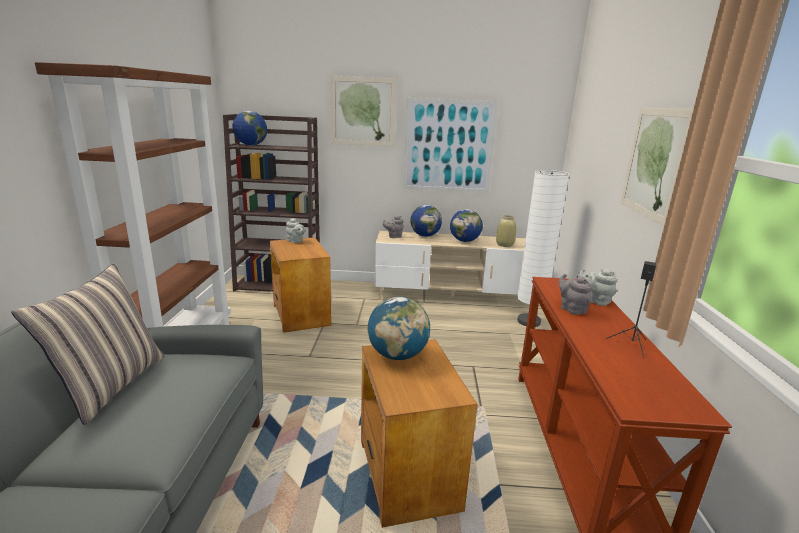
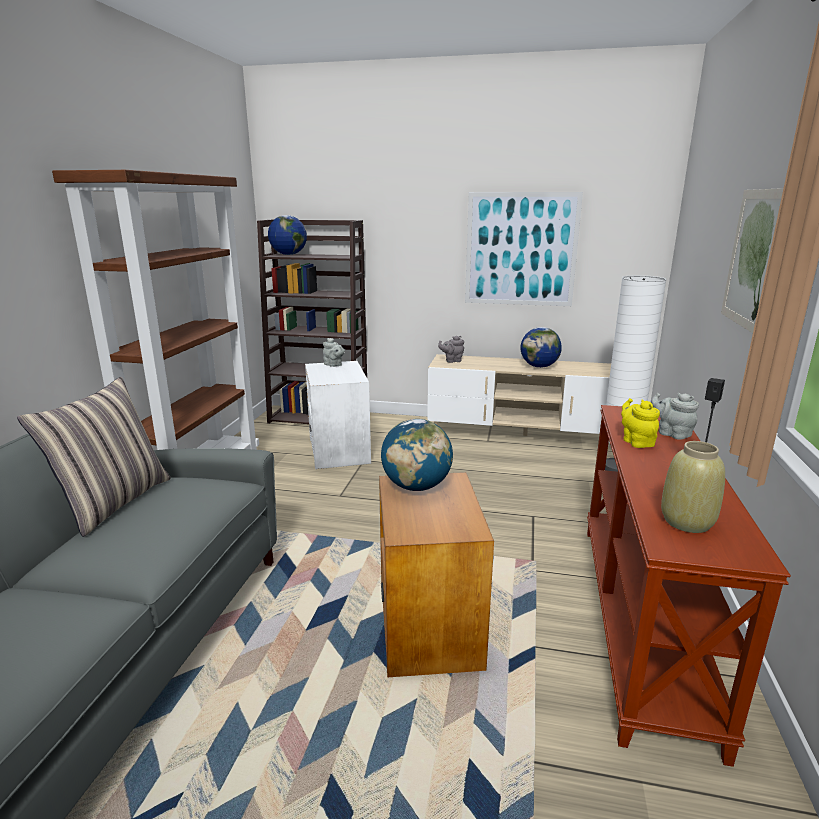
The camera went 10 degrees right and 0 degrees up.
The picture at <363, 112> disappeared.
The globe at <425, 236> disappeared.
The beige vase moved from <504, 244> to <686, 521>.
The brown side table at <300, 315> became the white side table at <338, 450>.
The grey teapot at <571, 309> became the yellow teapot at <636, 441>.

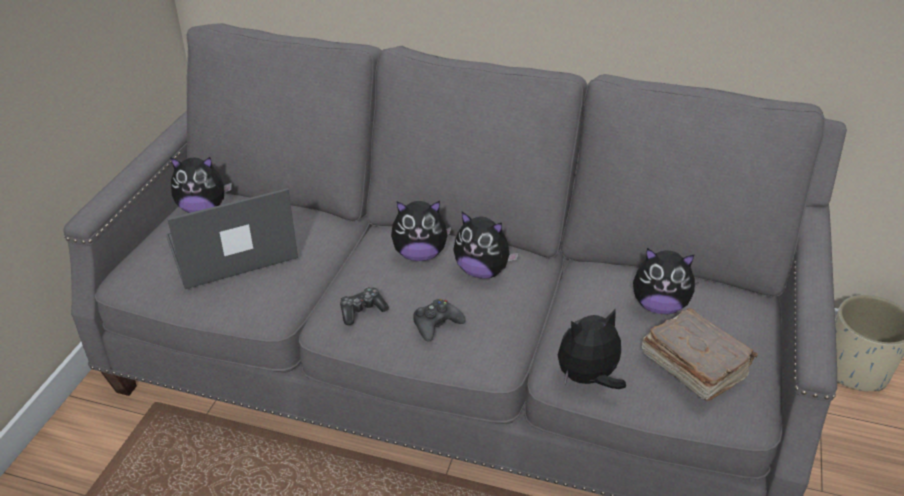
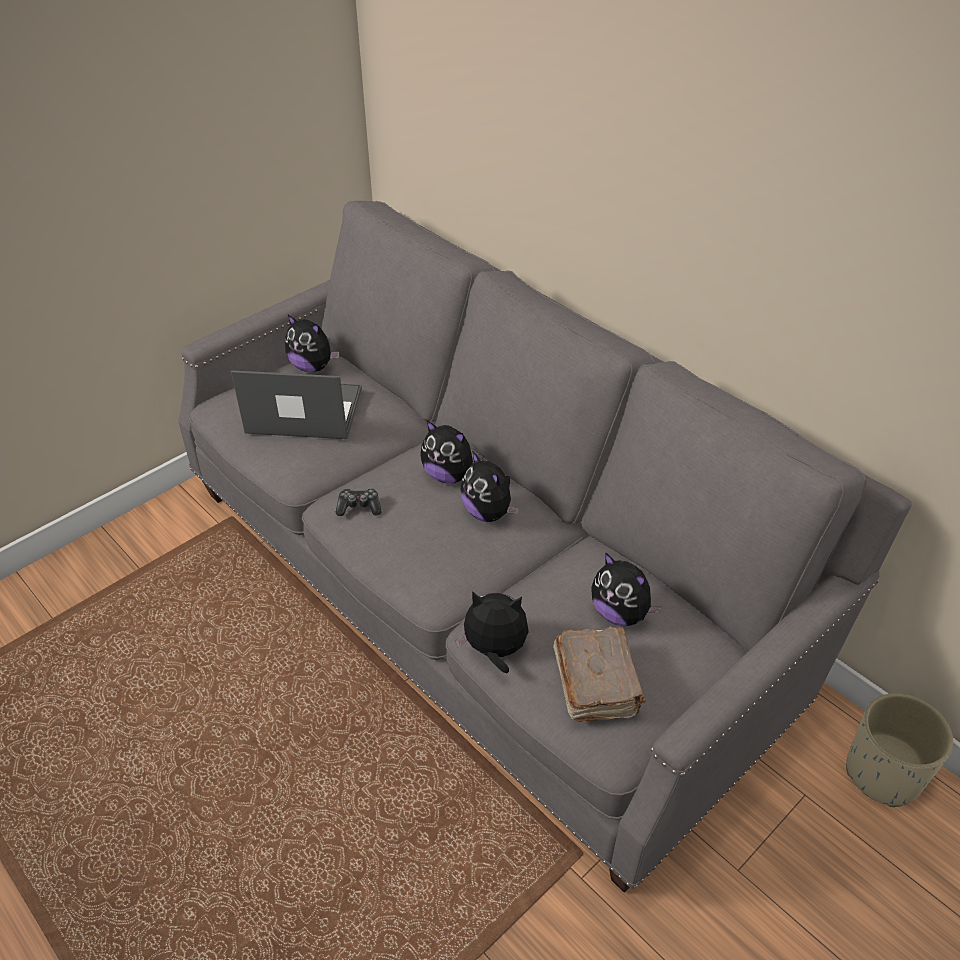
The camera went 30 degrees right and 5 degrees up.
The black game controller at <436, 324> disappeared.

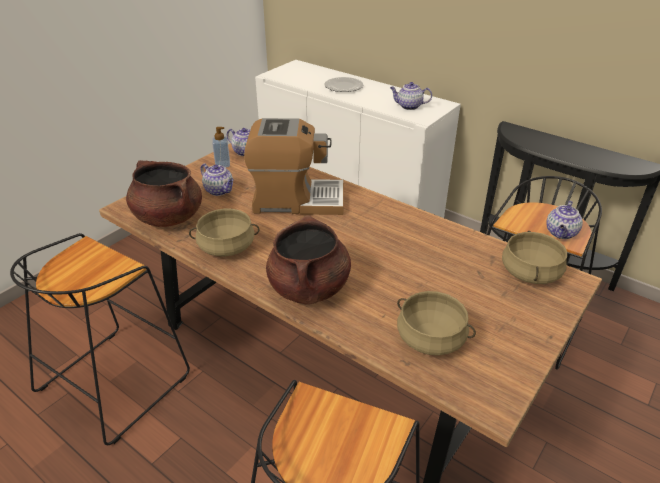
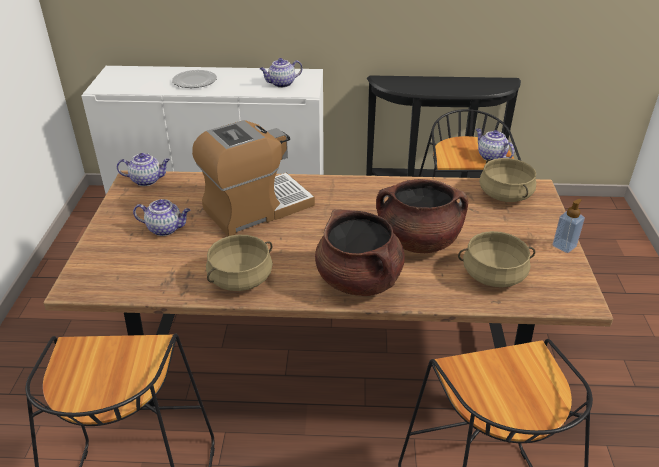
The camera went 35 degrees left and 0 degrees up.
The brown cooking pot moved from <168, 217> to <418, 241>.
The soap dispenser moved from <222, 164> to <564, 246>.
The teapot at <561, 233> turned 150 degrees clockwise.

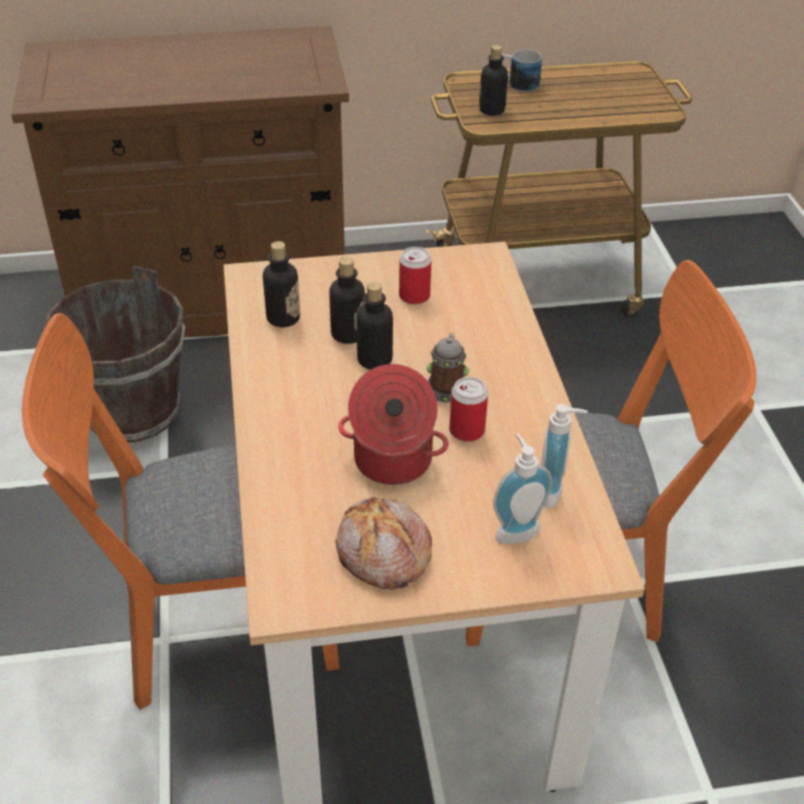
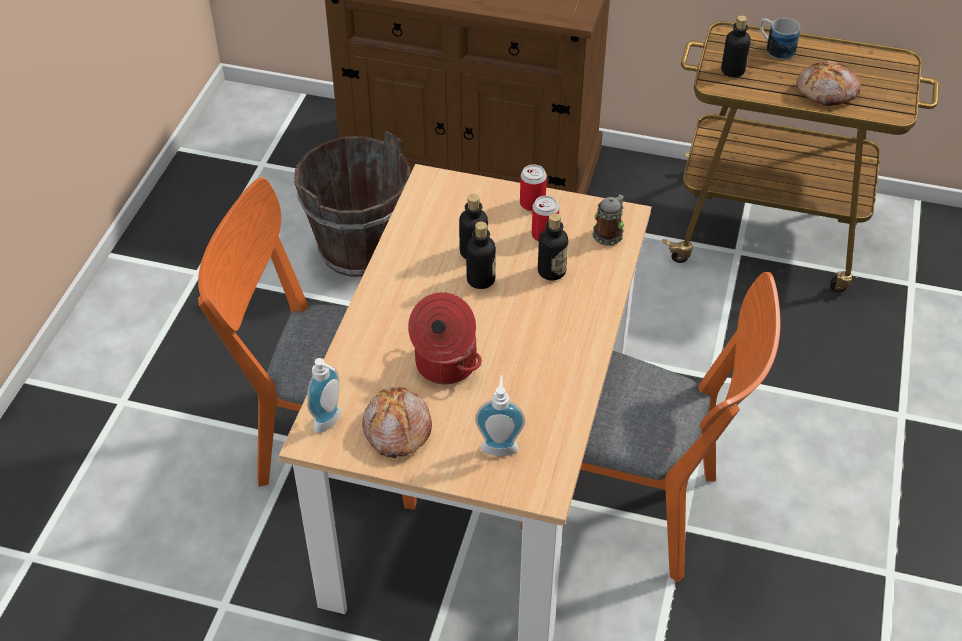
The camera went 25 degrees right and 5 degrees up.
The bread at <827, 92> appeared.
The bottle moved from <283, 318> to <551, 271>.
The mug moved from <447, 387> to <609, 233>.
The can moved from <467, 430> to <532, 203>.
The soap dispenser moved from <555, 492> to <330, 422>.

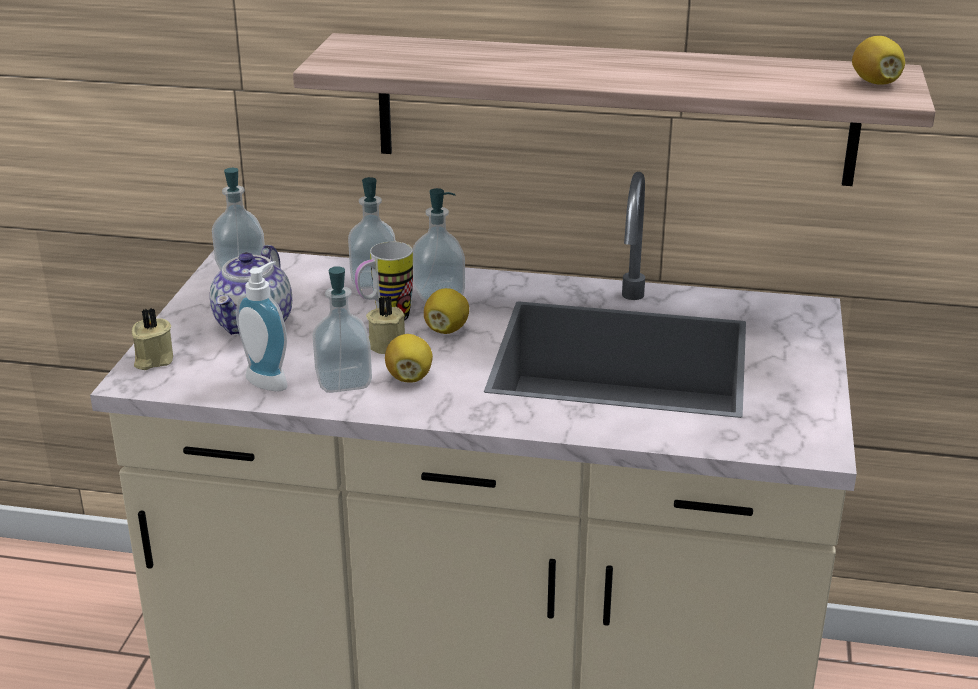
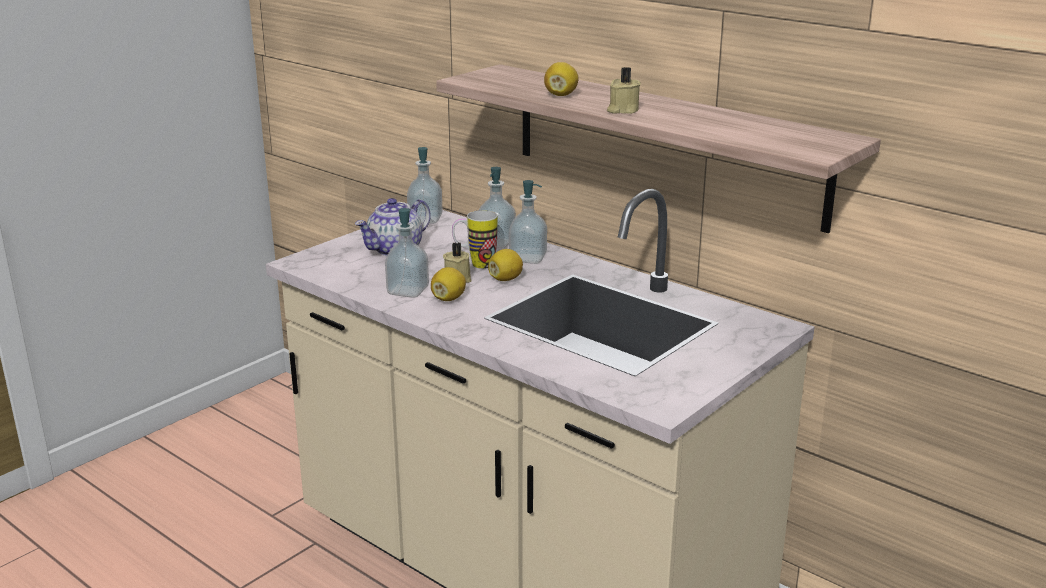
The camera went 30 degrees right and 5 degrees down.
The soap dispenser at <271, 379> disappeared.
The beige candle moved from <153, 360> to <622, 110>.
The lemon moved from <875, 82> to <561, 95>.

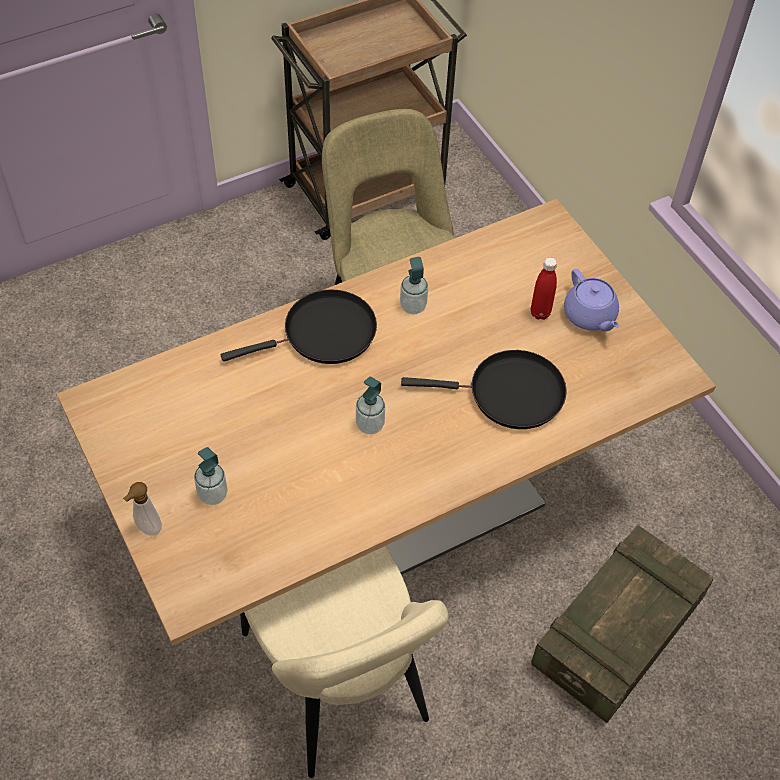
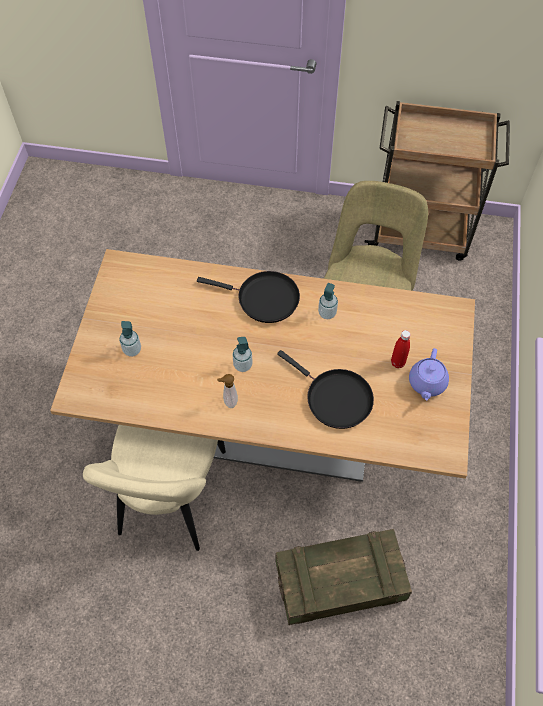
The camera went 40 degrees right and 5 degrees up.
The soap dispenser moved from <147, 528> to <229, 401>.

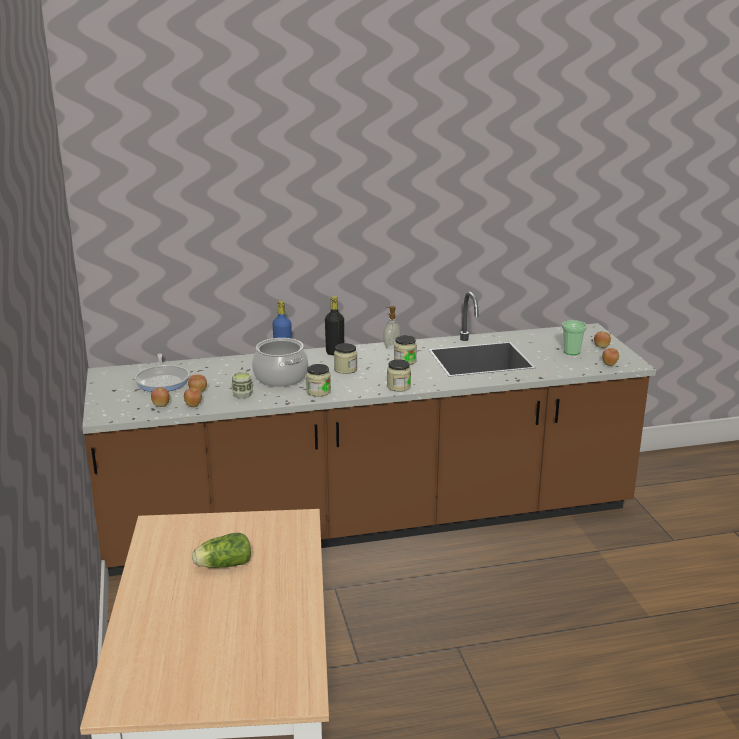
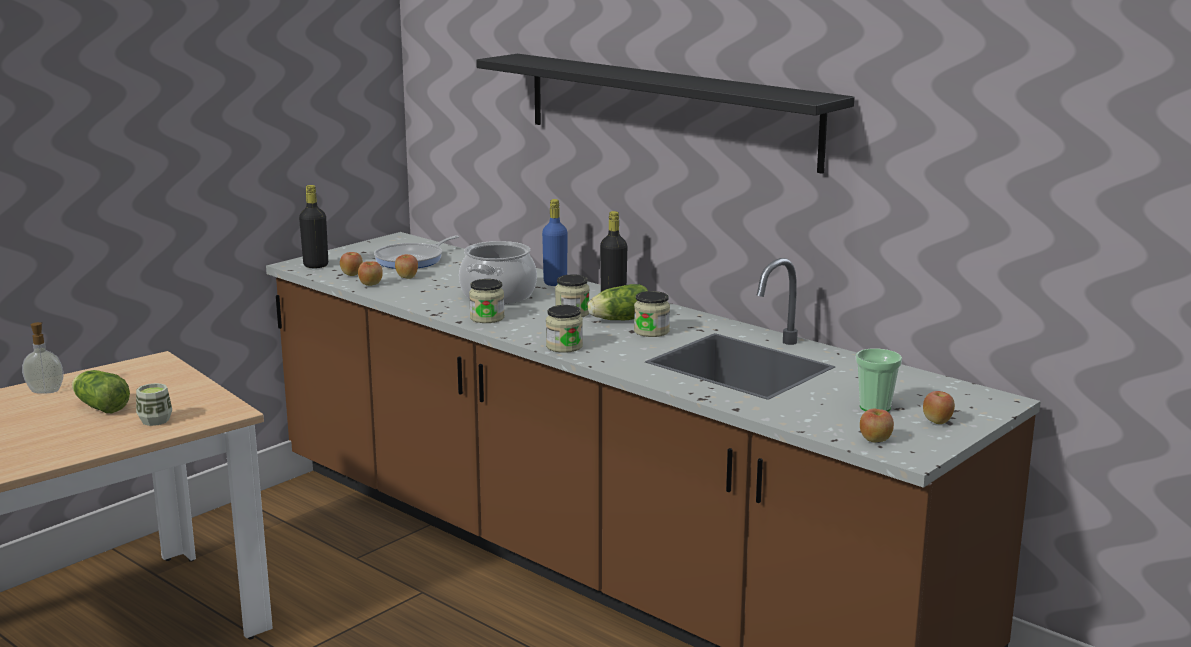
The camera went 55 degrees right and 5 degrees down.
The black bottle at <316, 265> appeared.
The black shelf at <668, 109> appeared.
The lettuce at <618, 320> appeared.
The cup moved from <242, 395> to <155, 420>.
The soap dispenser moved from <391, 346> to <46, 391>.

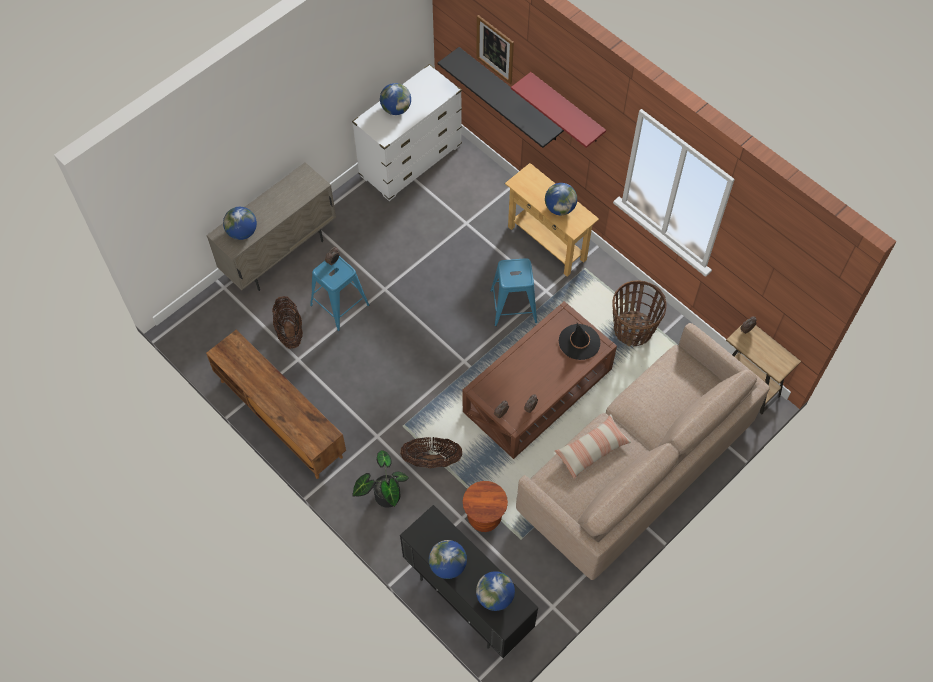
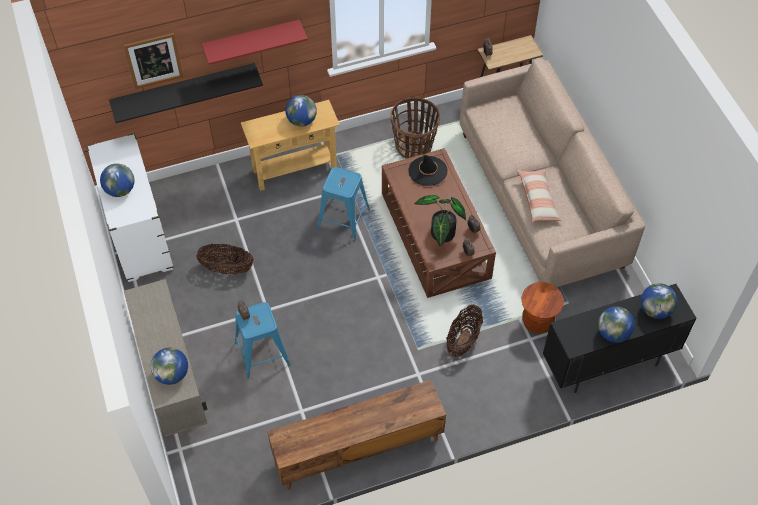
The camera went 65 degrees left and 5 degrees down.
The basket moved from <289, 331> to <227, 268>.
The potted plant moved from <384, 495> to <441, 235>.

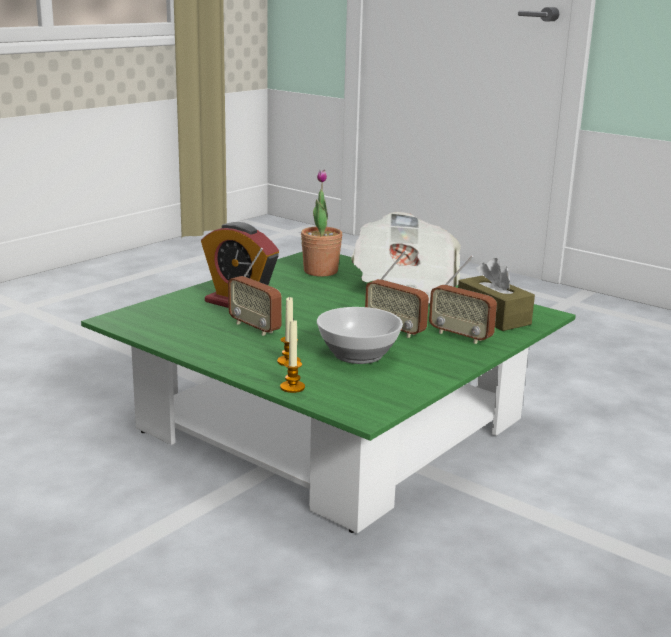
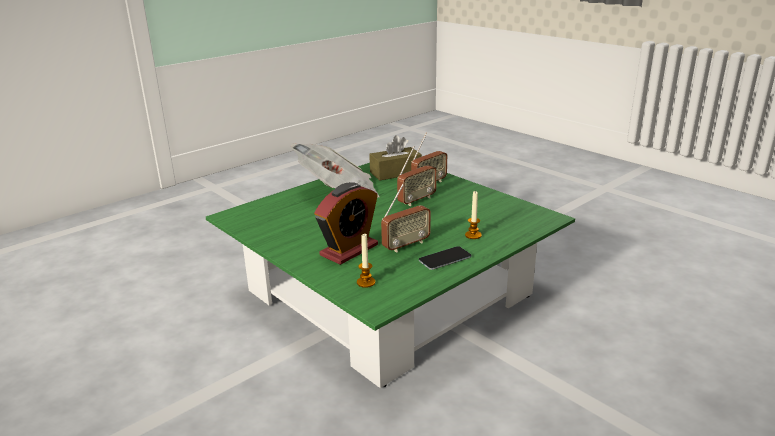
The camera went 80 degrees left and 5 degrees up.
The potted plant at <320, 271> disappeared.
The bowl at <356, 355> disappeared.
The phone at <445, 258> appeared.
The candle moved from <292, 387> to <366, 282>.

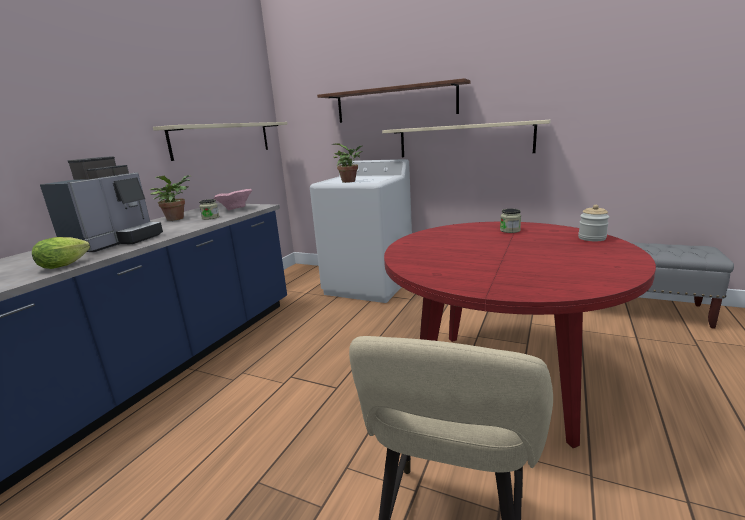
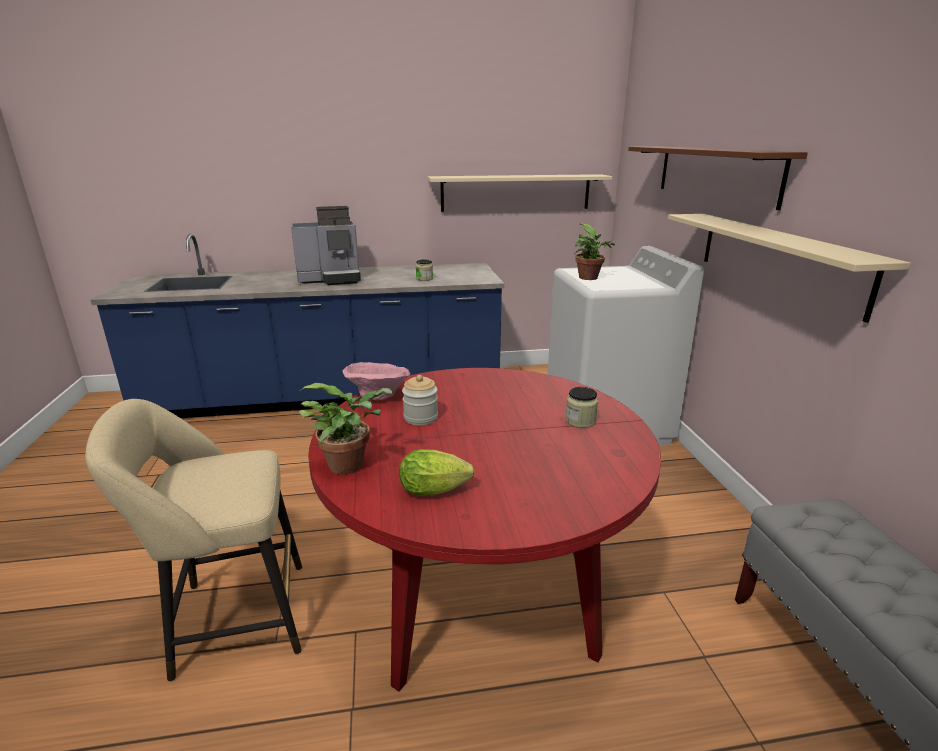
The camera went 55 degrees right and 5 degrees up.
The lettuce moved from <67, 264> to <437, 490>.
The potted plant moved from <177, 218> to <351, 464>.
The pink bowl moved from <235, 209> to <378, 396>.
The jar moved from <592, 238> to <421, 418>.

